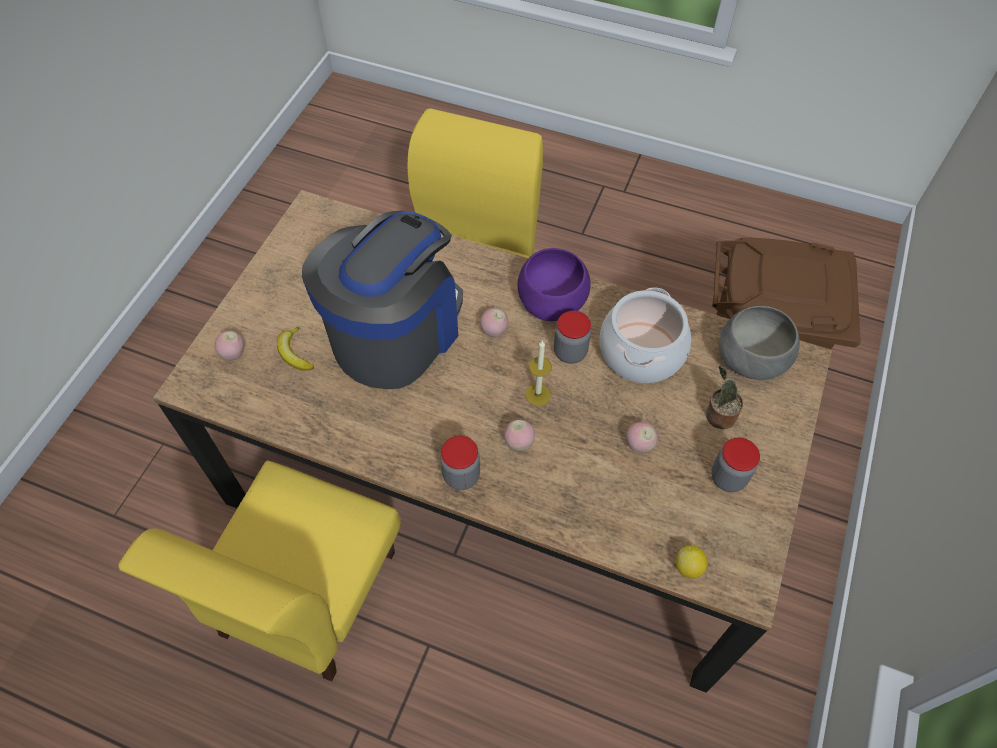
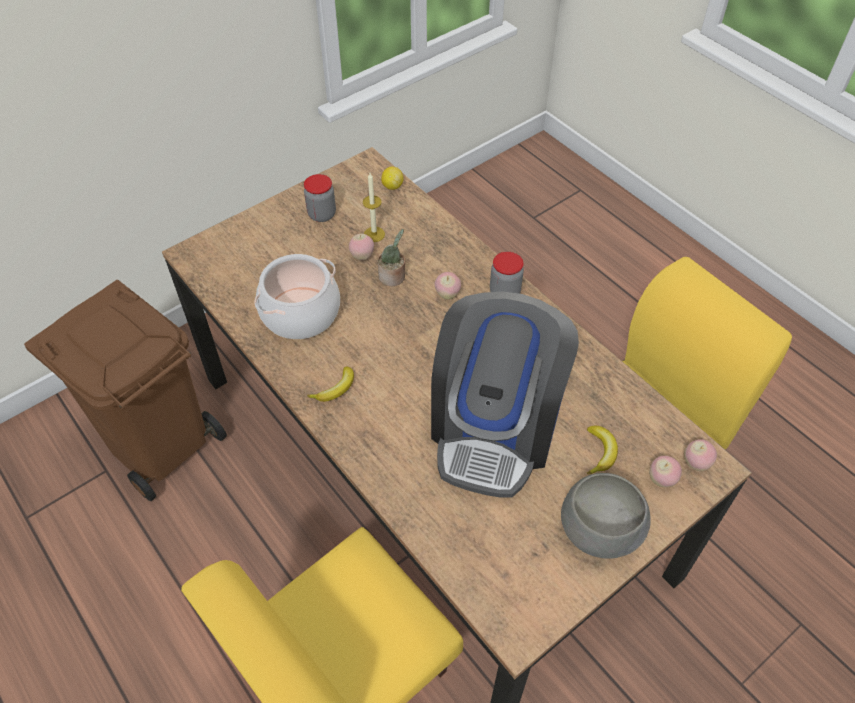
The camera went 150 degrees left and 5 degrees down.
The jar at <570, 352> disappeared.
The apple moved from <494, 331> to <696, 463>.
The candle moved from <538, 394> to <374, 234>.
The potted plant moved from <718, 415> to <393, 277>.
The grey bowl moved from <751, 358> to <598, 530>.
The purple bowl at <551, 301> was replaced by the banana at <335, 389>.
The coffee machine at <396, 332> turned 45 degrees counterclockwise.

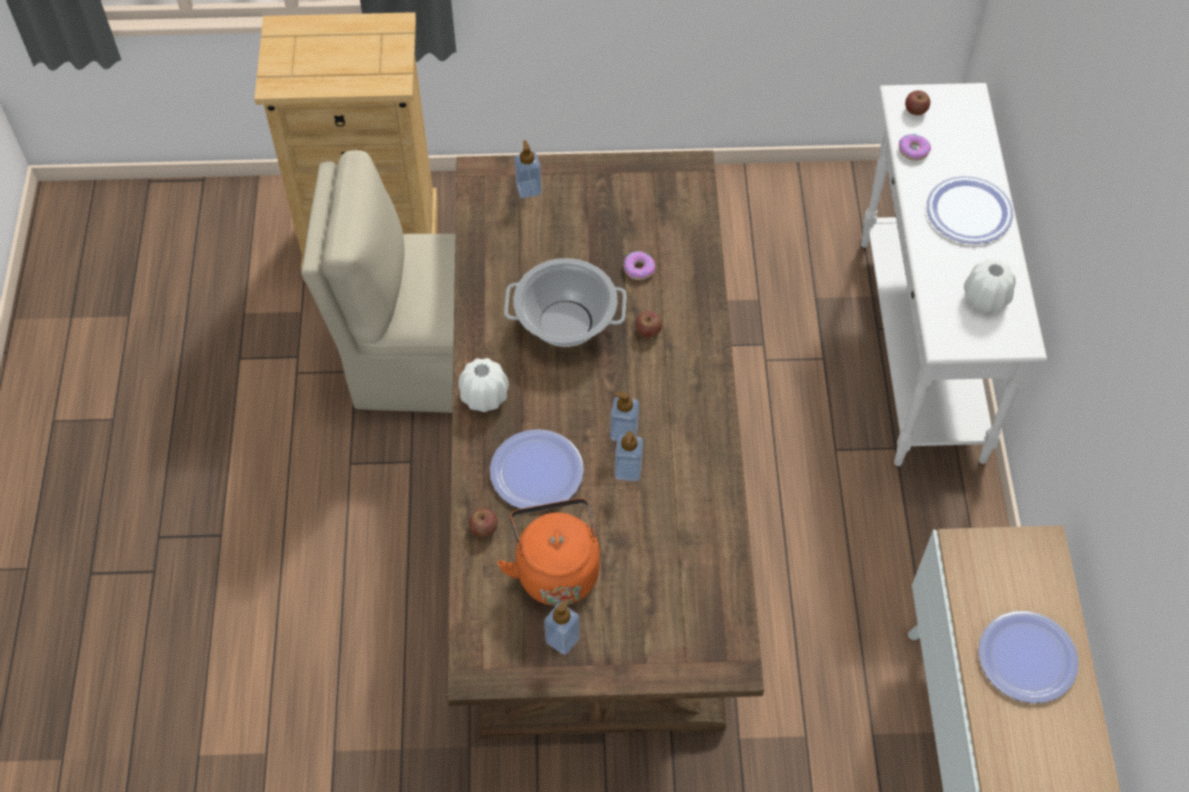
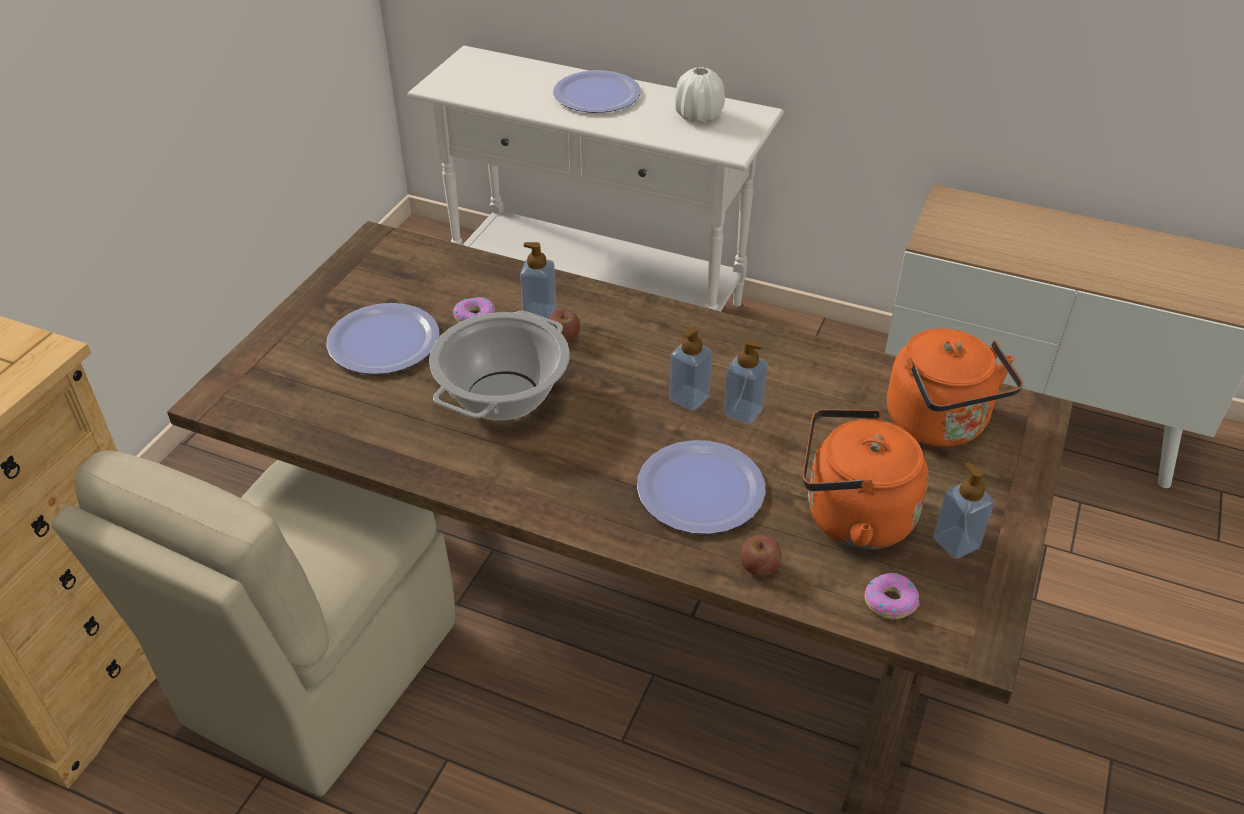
The camera went 65 degrees left and 15 degrees down.
The white vase at <484, 396> disappeared.
The apple at <915, 110> disappeared.
The orange kettle at <940, 425> appeared.
The soap dispenser moved from <528, 189> to <539, 312>.
The donut moved from <913, 150> to <890, 601>.
The plate moved from <1027, 658> to <384, 341>.

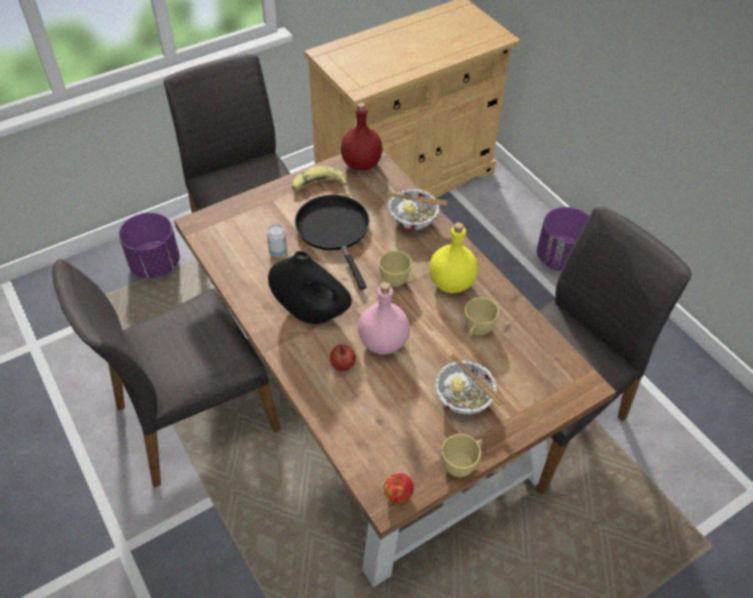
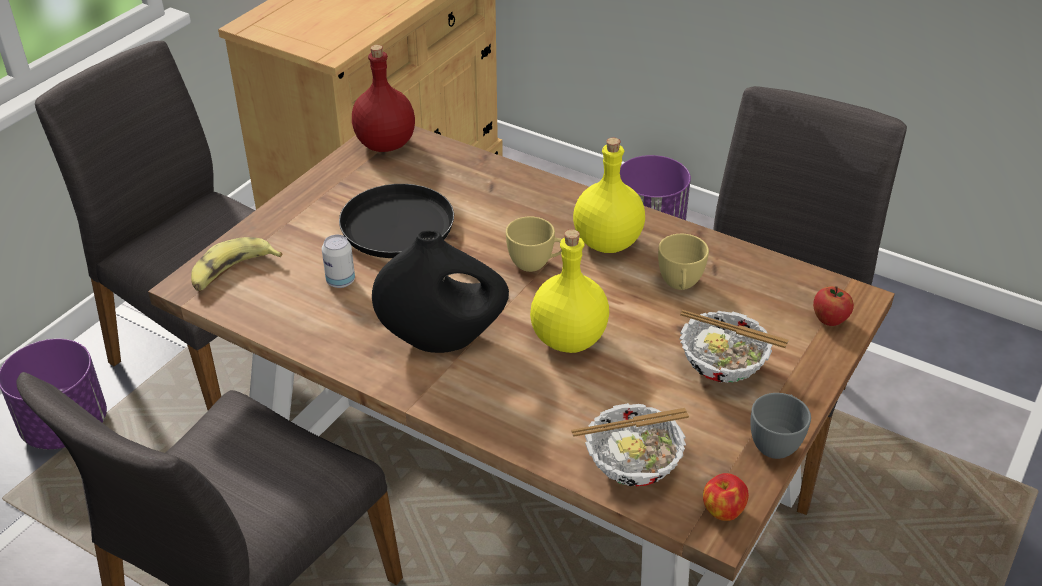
The camera went 25 degrees left and 10 degrees down.
The banana moved from <317, 185> to <232, 272>.
The apple moved from <343, 365> to <829, 320>.
The bowl moved from <413, 220> to <632, 465>.
The pink bottle at <383, 341> became the yellow bottle at <567, 338>.
The yellow cup at <462, 464> became the grey cup at <776, 442>.

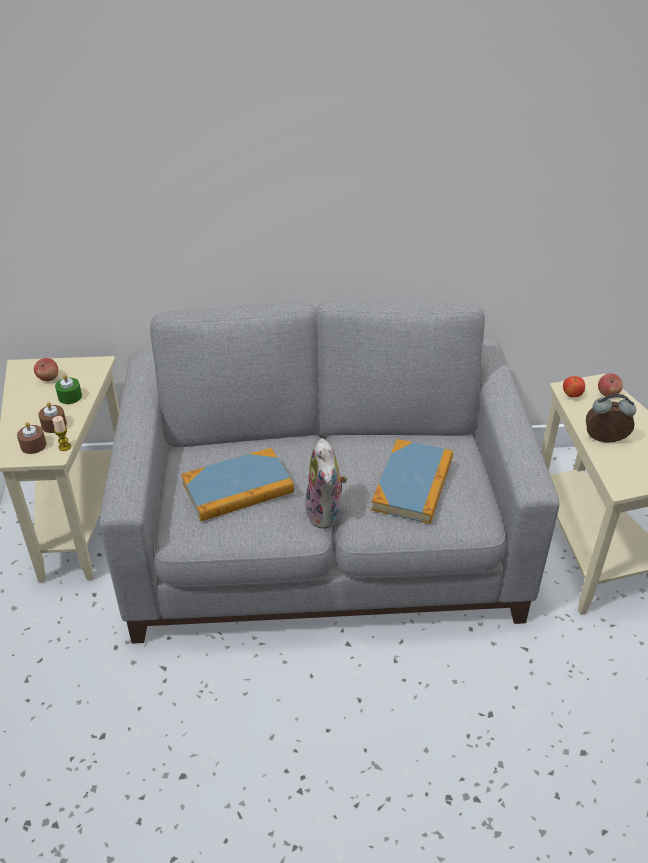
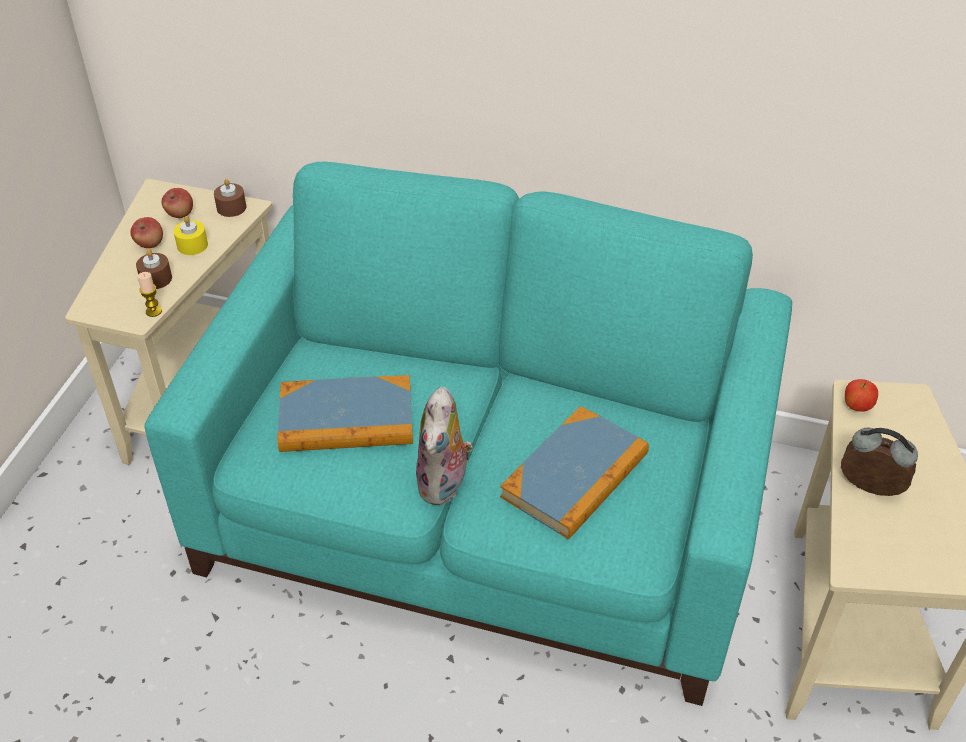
The camera went 20 degrees right and 5 degrees up.
The brown candle moved from <33, 445> to <231, 207>.
The apple moved from <607, 394> to <150, 244>.
The green candle at <70, 397> became the yellow candle at <192, 245>.
The grey sofa at <323, 542> became the turquoise sofa at <483, 510>.

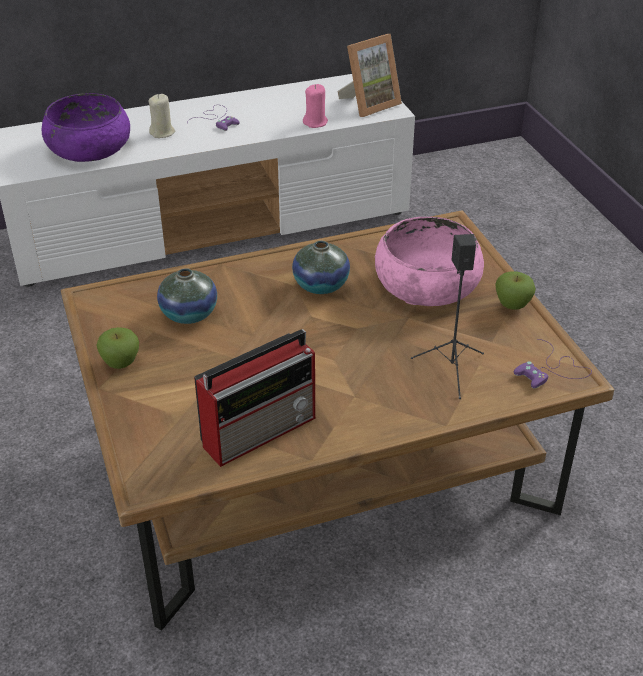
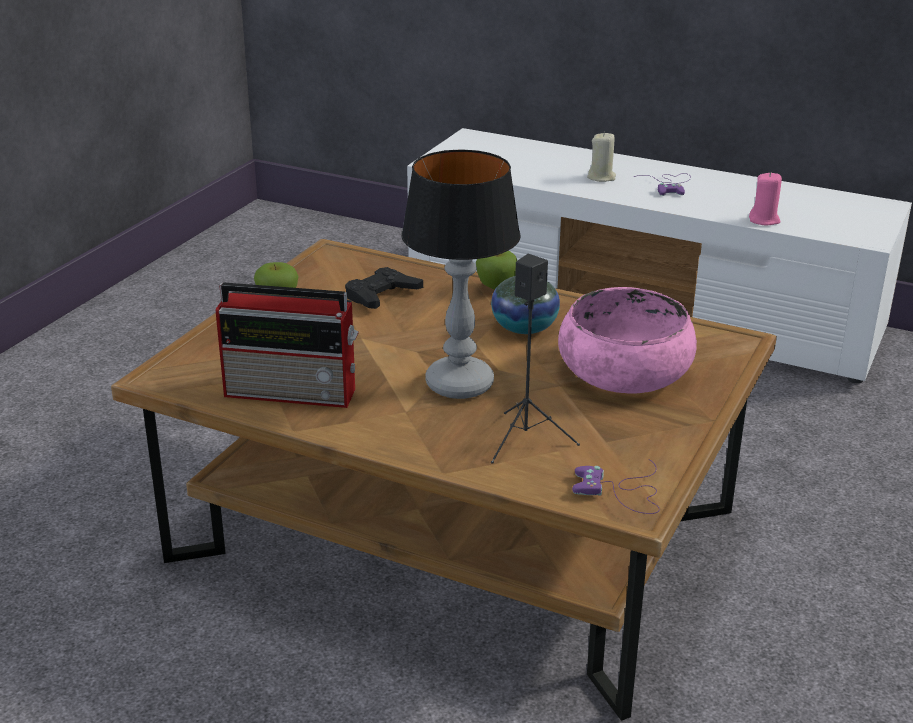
The camera went 45 degrees right and 10 degrees down.
The purple bowl at <89, 148> disappeared.
The picture frame at <369, 104> disappeared.
The table lamp at <460, 385> appeared.
The apple moved from <512, 305> to <496, 286>.
The vase at <189, 314> was replaced by the black game controller at <381, 295>.

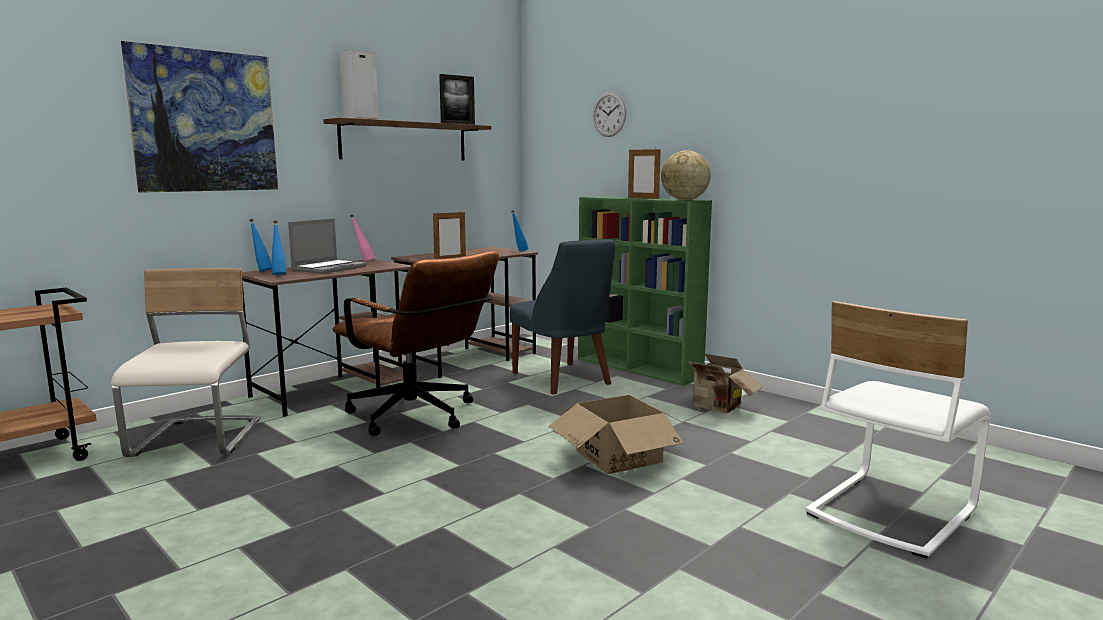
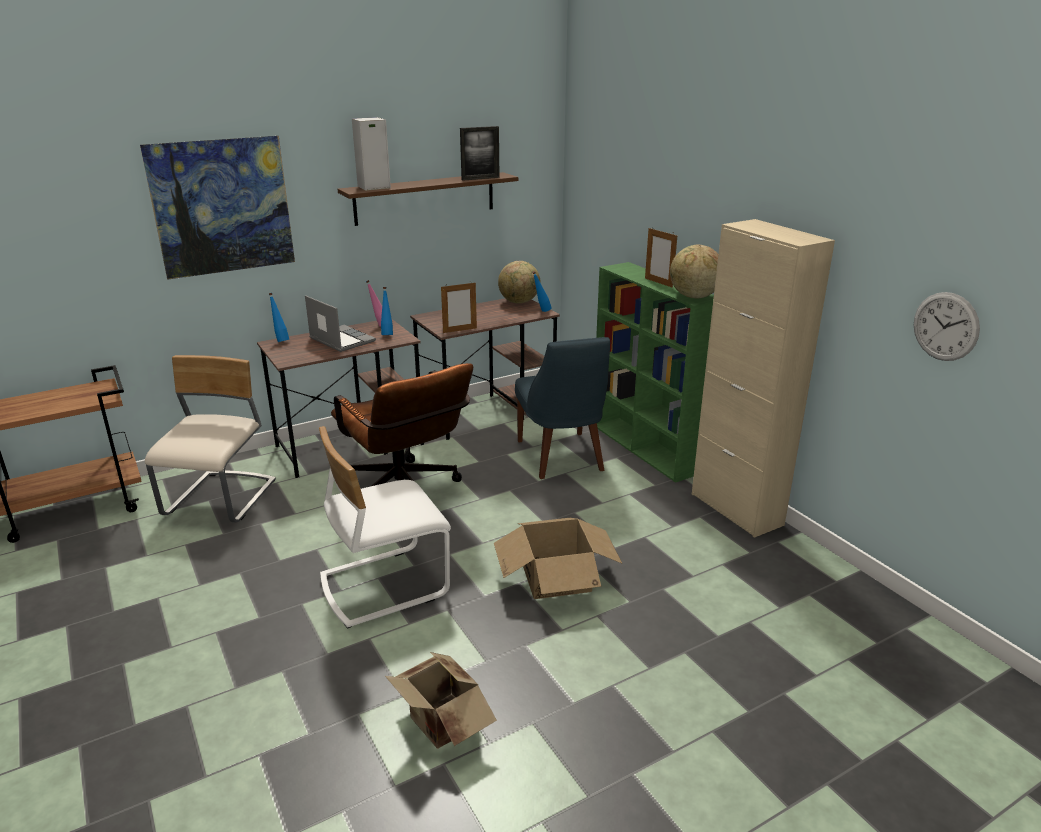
The camera went 15 degrees right and 15 degrees up.
The globe at <519, 302> appeared.
The beige cabinet at <736, 509> appeared.
The blue bottle moved from <279, 274> to <387, 334>.
The wall clock moved from <609, 114> to <945, 326>.
The cardboard box moved from <716, 408> to <441, 726>.
The white chair moved from <889, 511> to <383, 585>.
The laptop at <329, 268> turned 90 degrees counterclockwise.

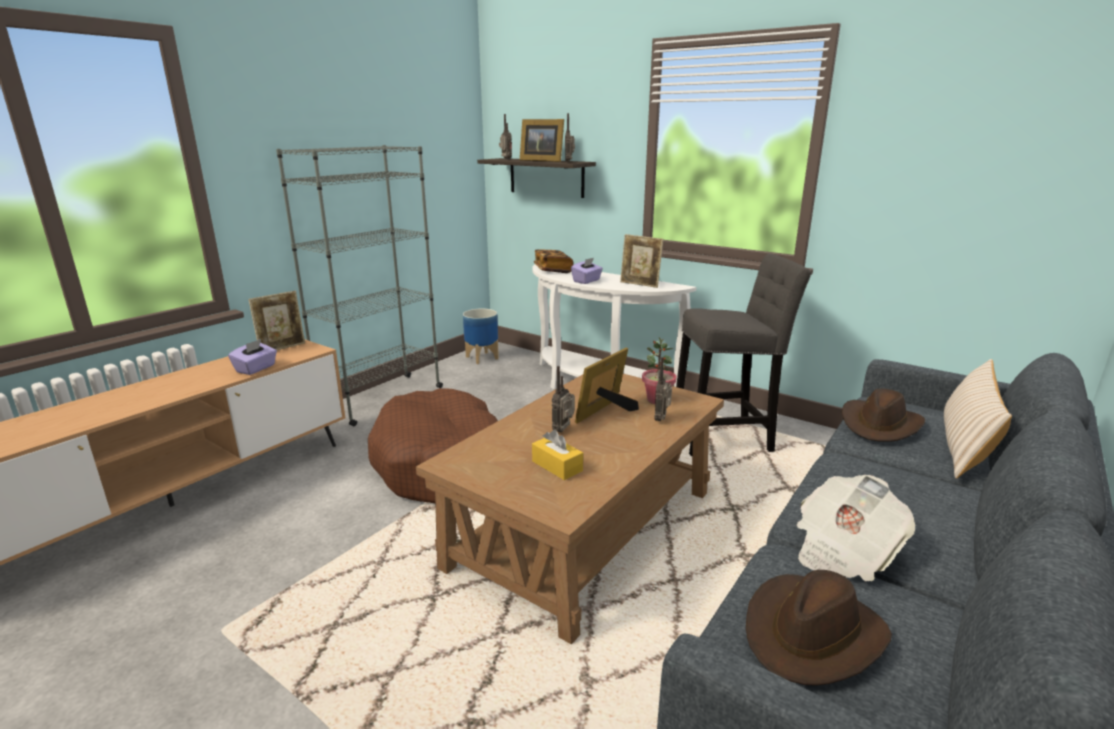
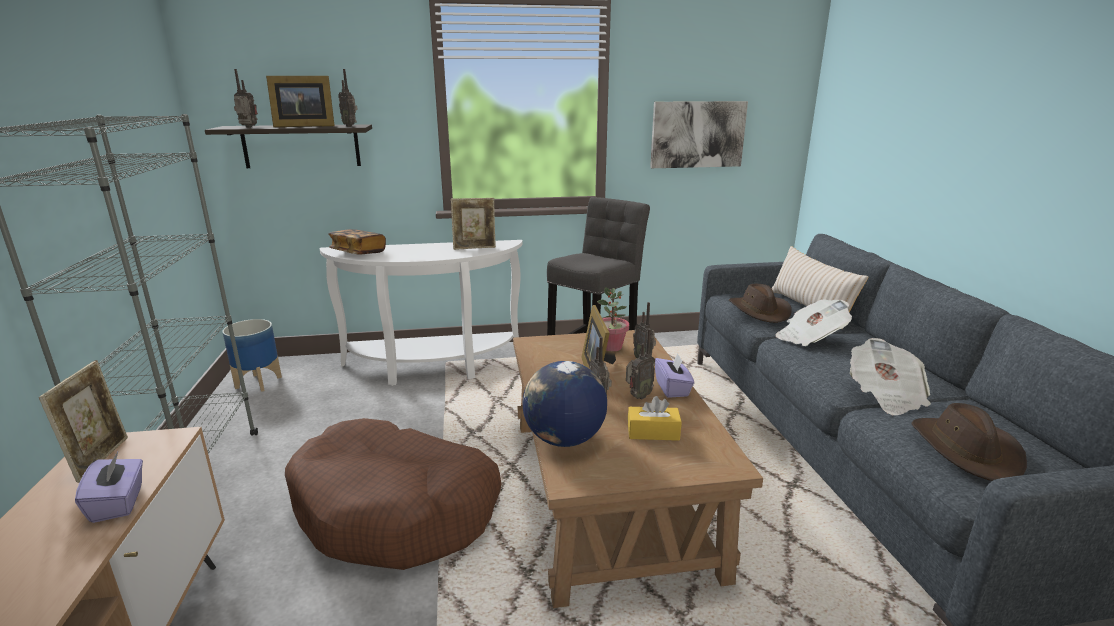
The camera went 45 degrees left and 0 degrees up.
The globe at <564, 439> appeared.
The radio at <637, 396> appeared.
The picture at <697, 134> appeared.
The newspaper at <809, 338> appeared.
The purple tissue box moved from <587, 281> to <672, 388>.

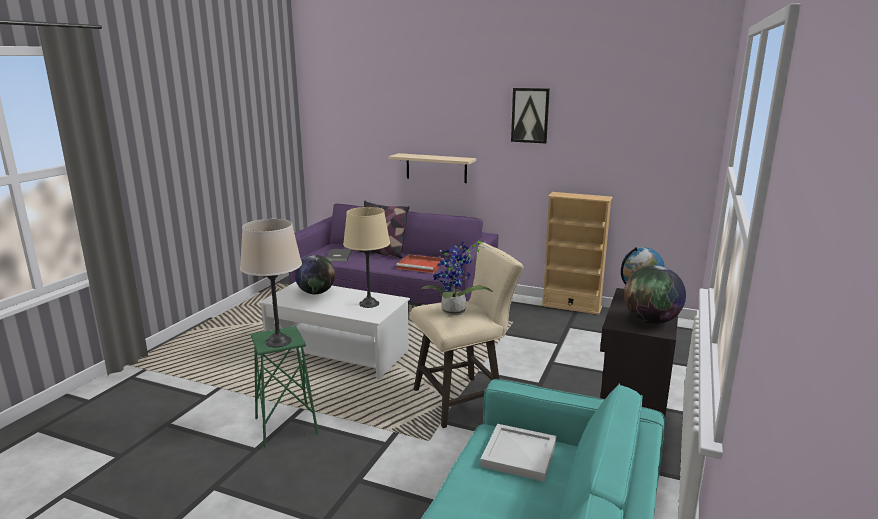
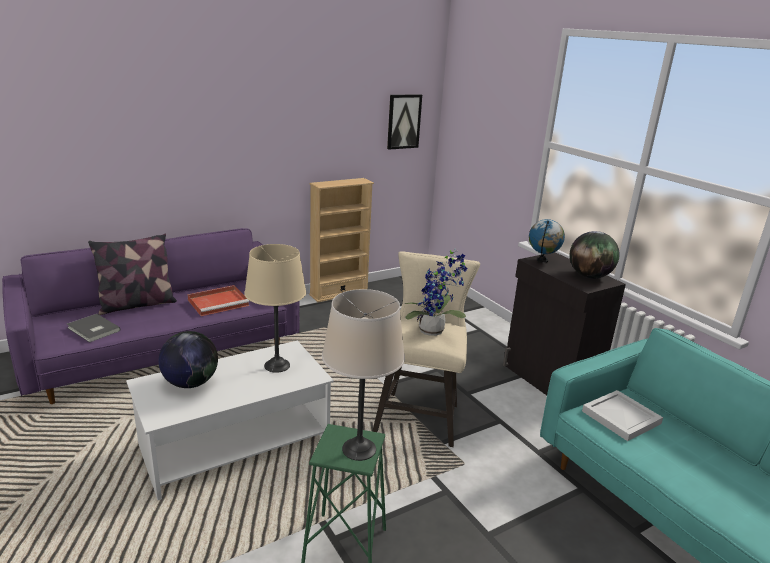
The camera went 55 degrees left and 5 degrees up.
The beige shelf at <436, 168> disappeared.
The picture moved from <530, 115> to <403, 121>.

